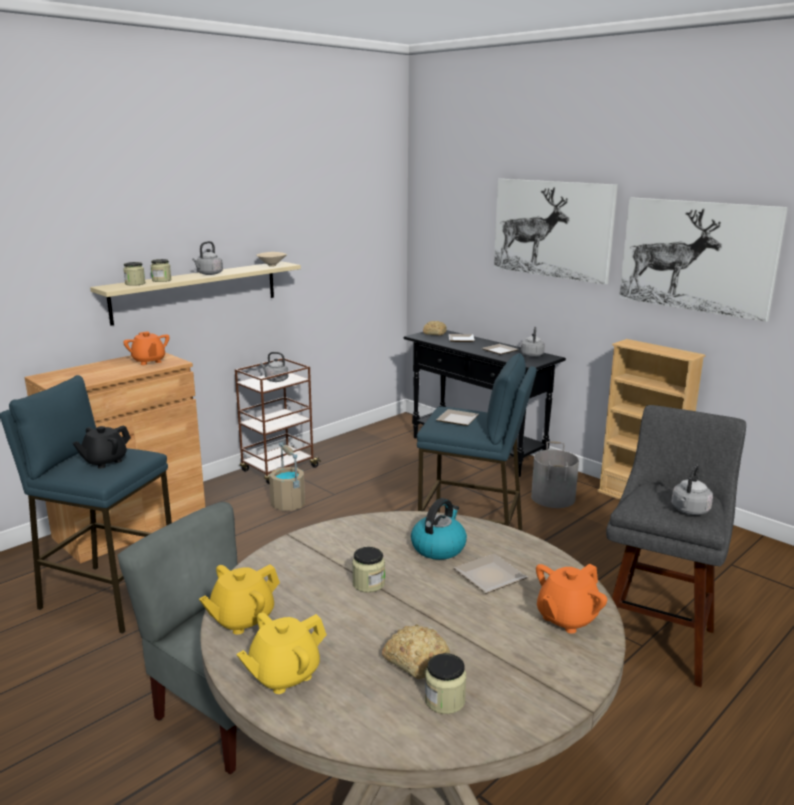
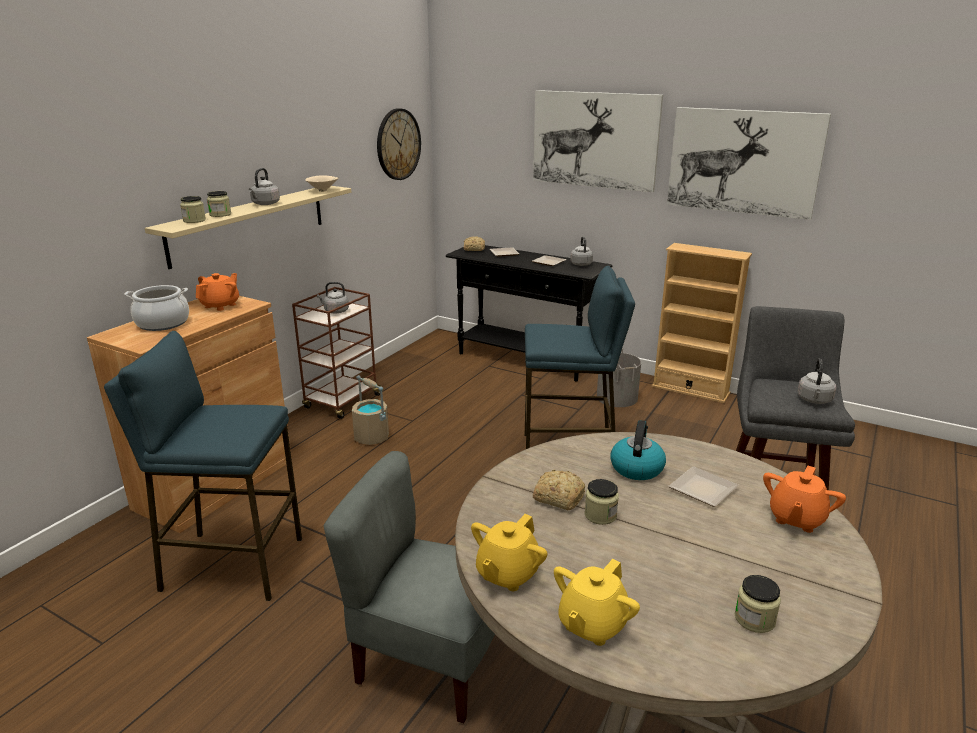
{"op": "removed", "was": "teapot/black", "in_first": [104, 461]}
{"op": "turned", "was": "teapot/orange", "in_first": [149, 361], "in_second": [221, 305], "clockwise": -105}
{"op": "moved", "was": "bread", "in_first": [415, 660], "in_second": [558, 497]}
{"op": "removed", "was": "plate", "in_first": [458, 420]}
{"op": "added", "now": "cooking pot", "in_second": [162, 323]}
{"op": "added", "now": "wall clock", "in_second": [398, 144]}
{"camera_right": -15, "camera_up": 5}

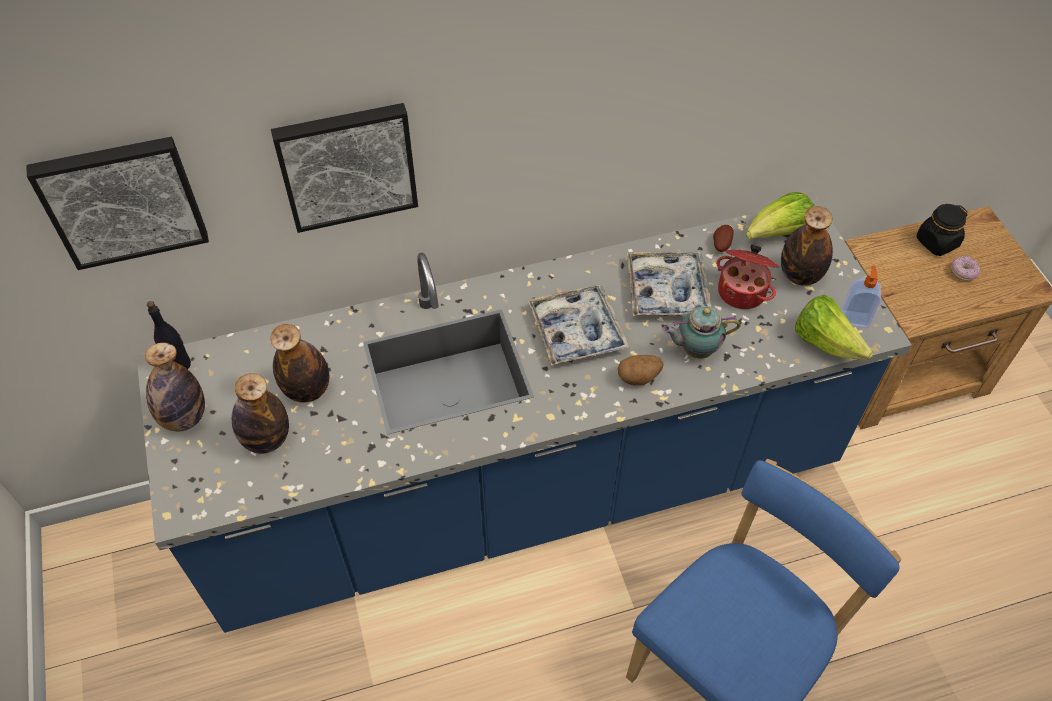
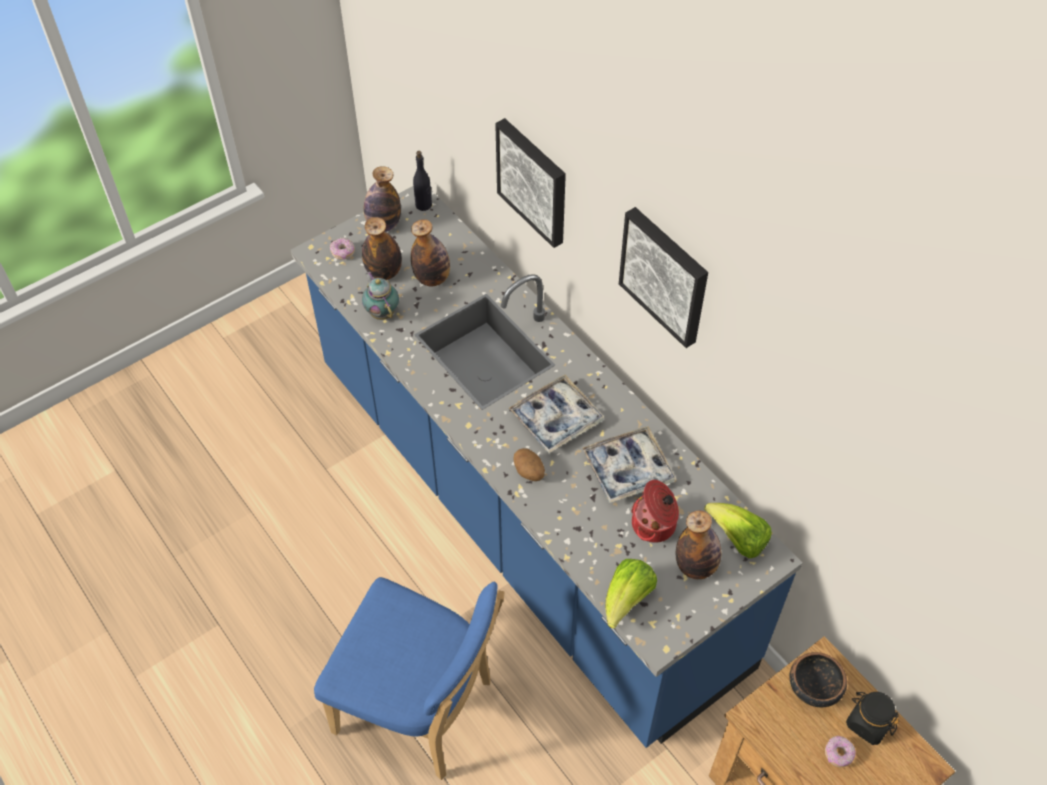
{"op": "moved", "was": "picture", "in_first": [122, 200], "in_second": [666, 275]}
{"op": "moved", "was": "teapot", "in_first": [695, 349], "in_second": [382, 312]}
{"op": "removed", "was": "potato", "in_first": [721, 244]}
{"op": "removed", "was": "soap dispenser", "in_first": [854, 318]}
{"op": "added", "now": "donut", "in_second": [343, 252]}
{"op": "added", "now": "bowl", "in_second": [813, 688]}
{"camera_right": 70, "camera_up": 0}

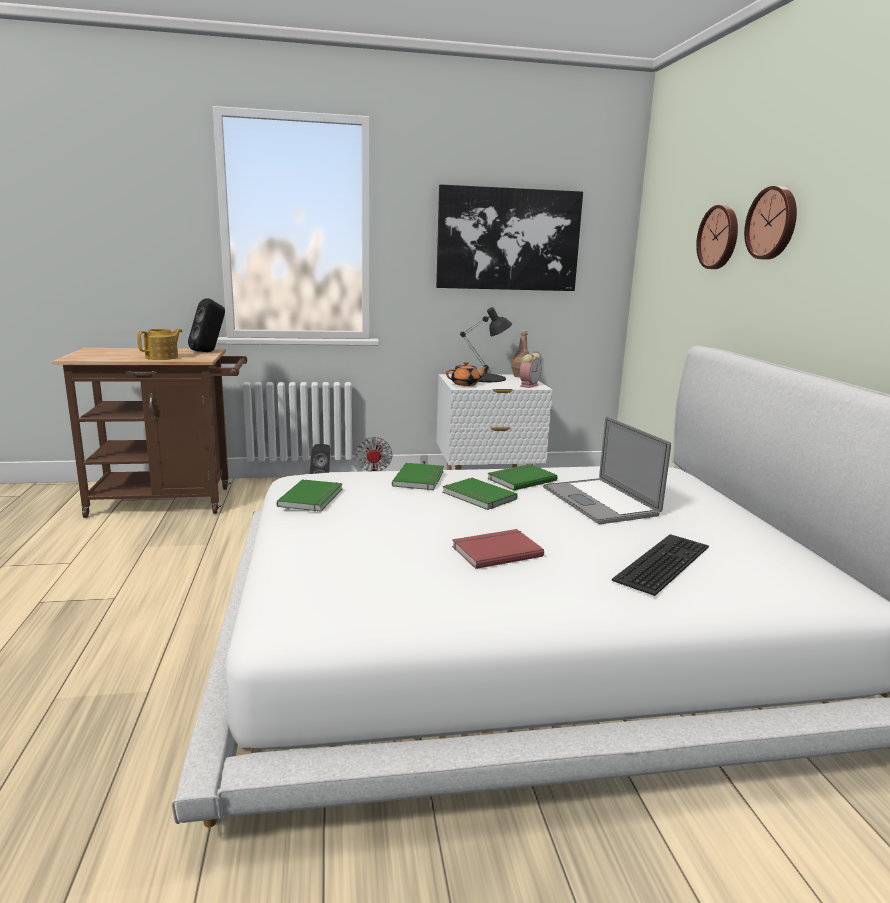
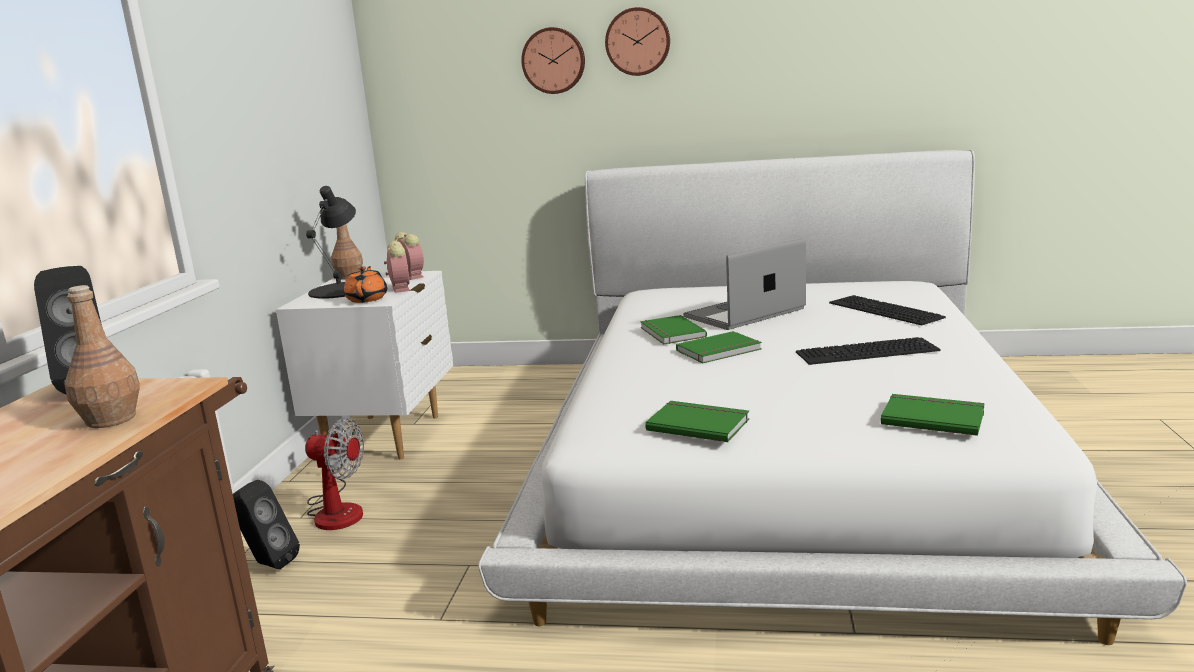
{"op": "replaced", "was": "teapot", "now": "bottle/brown", "in_first": [163, 357], "in_second": [112, 419]}
{"op": "moved", "was": "book/green", "in_first": [420, 479], "in_second": [932, 417]}
{"op": "removed", "was": "picture", "in_first": [508, 239]}
{"op": "replaced", "was": "book/red", "now": "keyboard", "in_first": [495, 551], "in_second": [866, 352]}
{"op": "turned", "was": "laptop", "in_first": [599, 501], "in_second": [744, 313], "clockwise": 150}
{"op": "added", "now": "alarm clock", "in_second": [400, 288]}
{"camera_right": -70, "camera_up": 0}

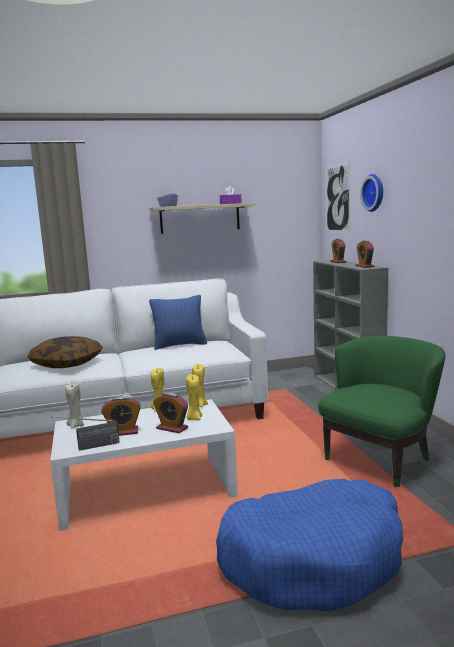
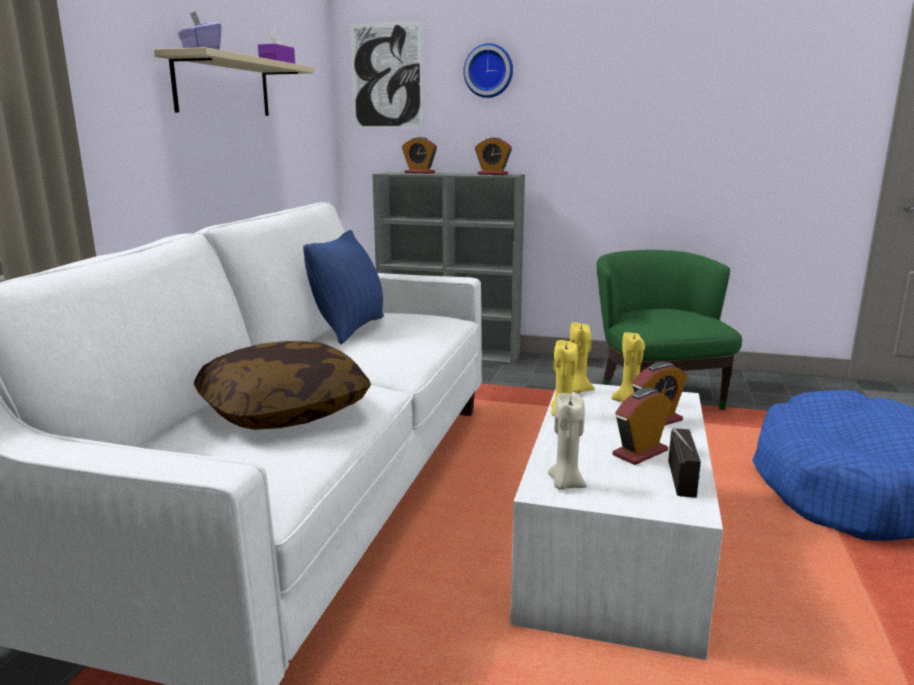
{"op": "turned", "was": "alarm clock", "in_first": [123, 432], "in_second": [640, 453], "clockwise": -150}
{"camera_right": -60, "camera_up": 5}

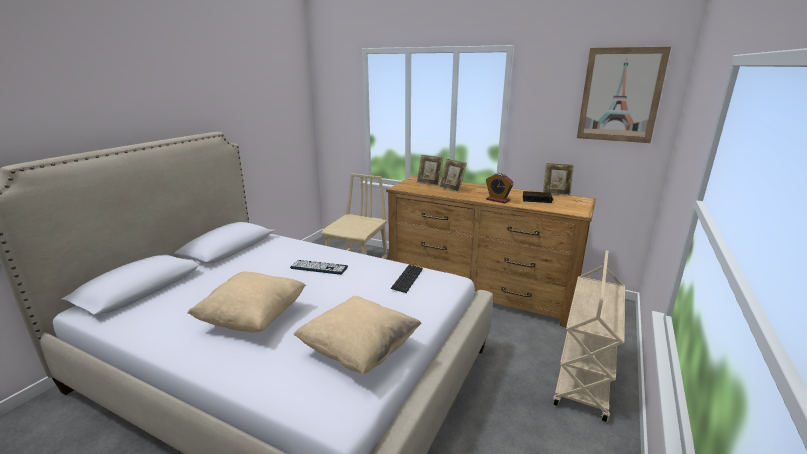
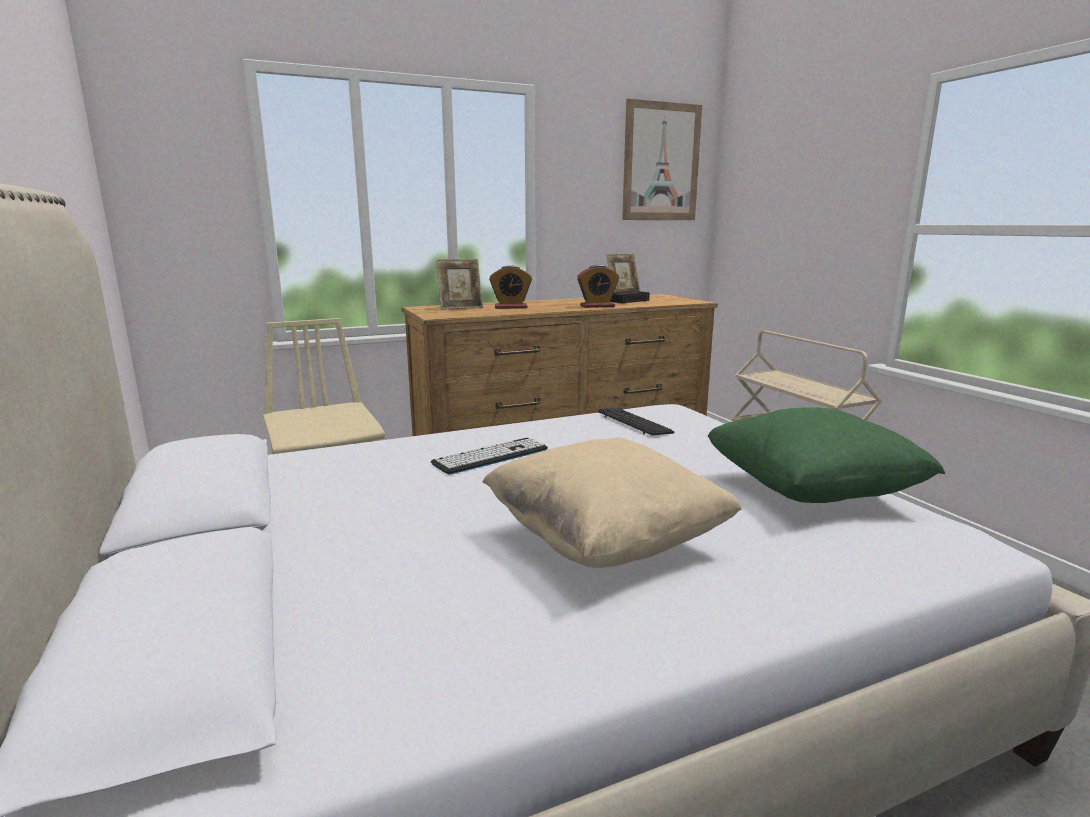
{"op": "recoloured", "was": "pillow/beige", "now": "pillow/green", "in_first": [359, 351], "in_second": [810, 493]}
{"op": "replaced", "was": "picture frame", "now": "alarm clock", "in_first": [452, 189], "in_second": [511, 307]}
{"camera_right": -50, "camera_up": -5}

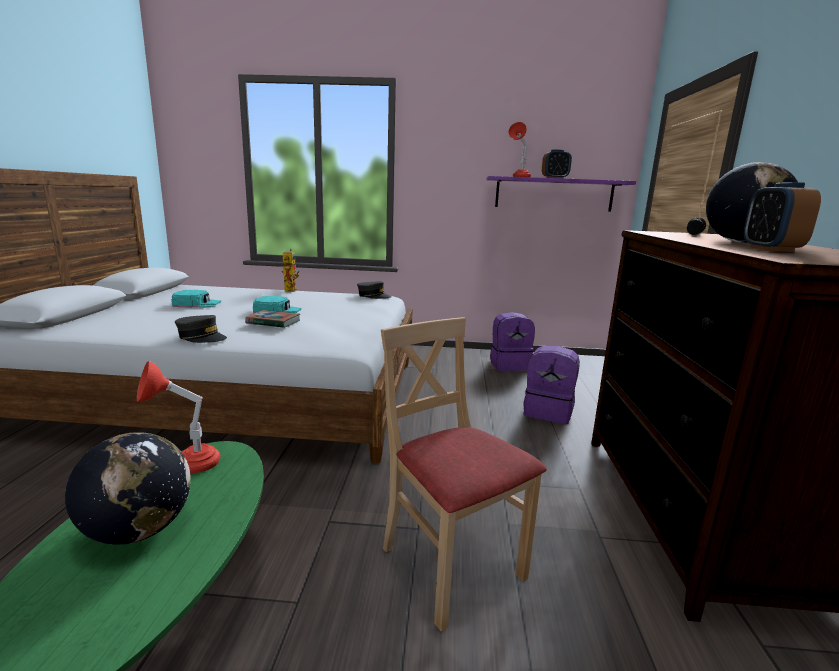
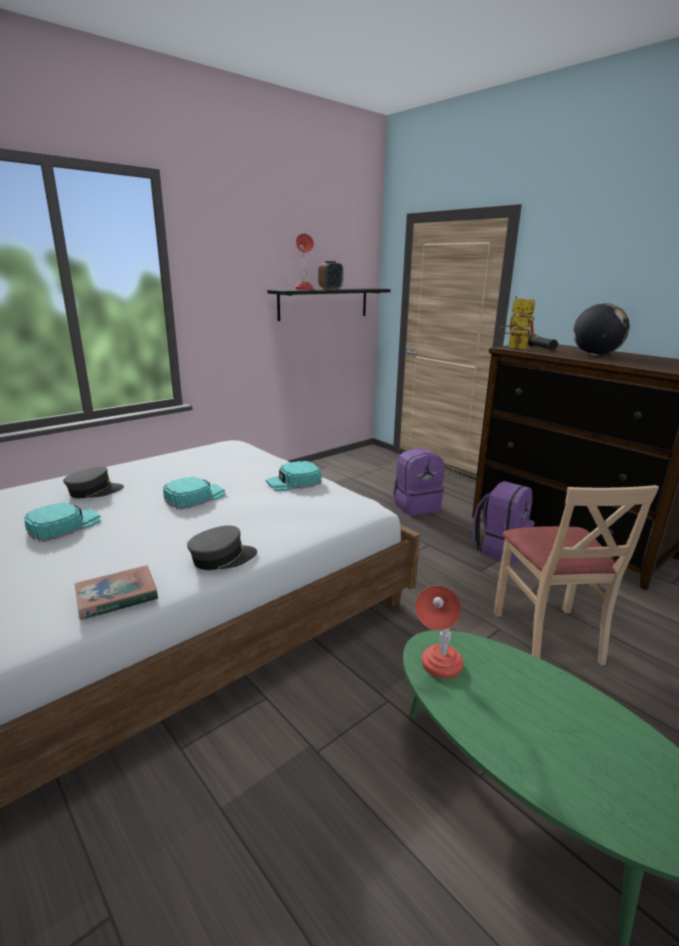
{"op": "removed", "was": "globe", "in_first": [139, 530]}
{"op": "moved", "was": "book", "in_first": [273, 322], "in_second": [117, 597]}
{"op": "moved", "was": "toy robot", "in_first": [290, 289], "in_second": [513, 347]}
{"op": "moved", "was": "cap/grey", "in_first": [373, 296], "in_second": [94, 491]}
{"op": "turned", "was": "chair/beige", "in_first": [450, 564], "in_second": [548, 636], "clockwise": -105}
{"op": "recoloured", "was": "shelf/purple", "now": "shelf/black", "in_first": [554, 194], "in_second": [324, 303]}
{"op": "moved", "was": "backpack/purple", "in_first": [509, 365], "in_second": [500, 548]}
{"op": "removed", "was": "alarm clock", "in_first": [770, 249]}
{"op": "added", "now": "cap/turquoise", "in_second": [293, 482]}
{"camera_right": -45, "camera_up": 5}

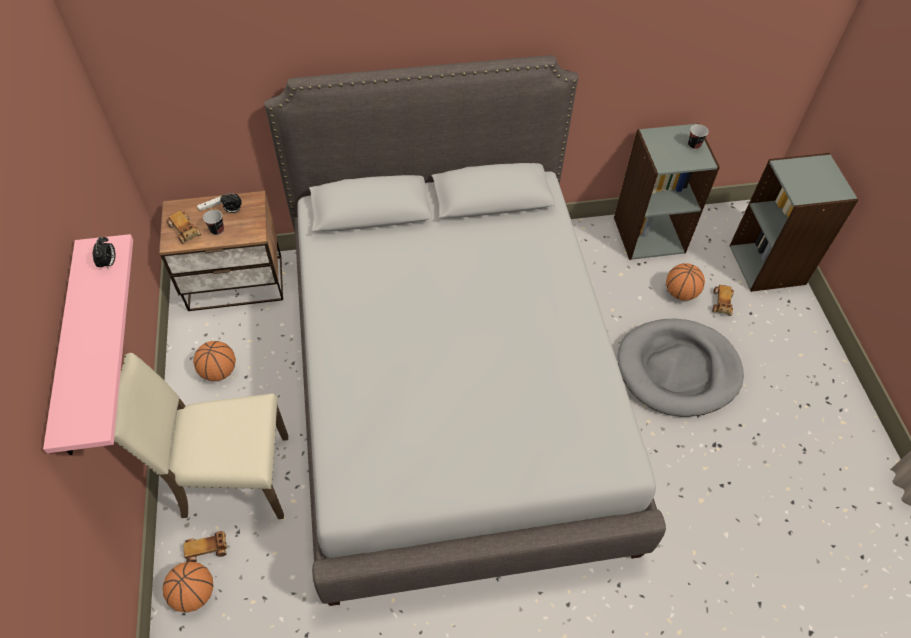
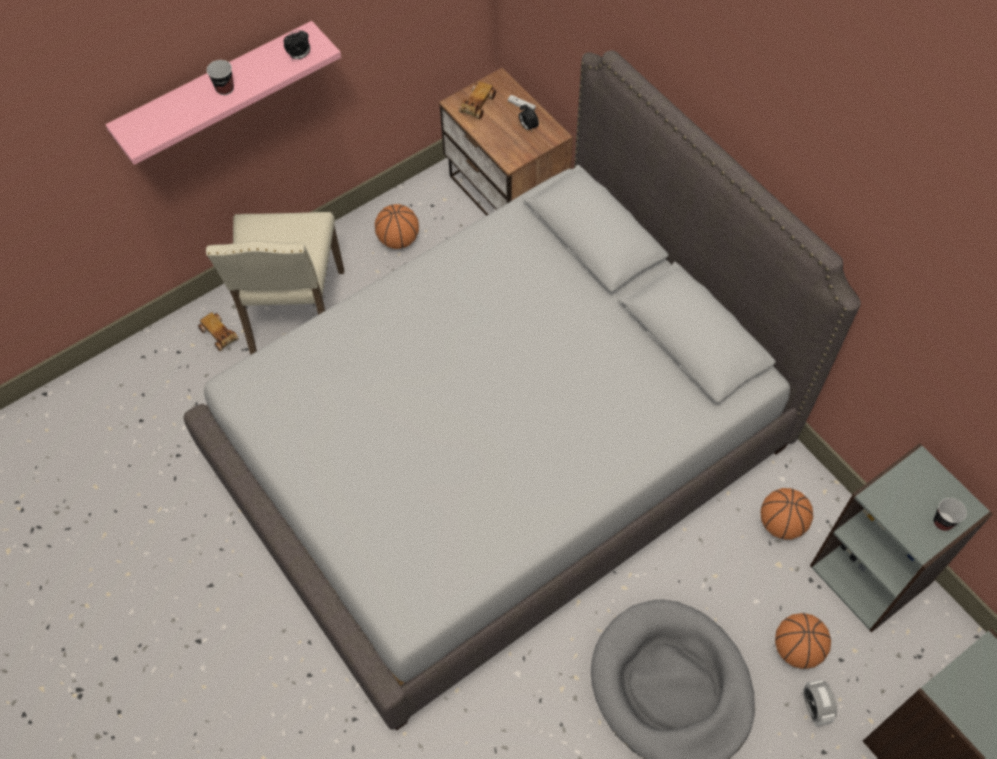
{"op": "turned", "was": "chair/beige", "in_first": [233, 479], "in_second": [294, 315], "clockwise": -150}
{"op": "moved", "was": "basketball", "in_first": [194, 593], "in_second": [781, 523]}
{"op": "moved", "was": "cup", "in_first": [217, 230], "in_second": [225, 89]}
{"op": "replaced", "was": "toy car", "now": "alarm clock", "in_first": [721, 304], "in_second": [814, 708]}
{"camera_right": 65, "camera_up": 5}

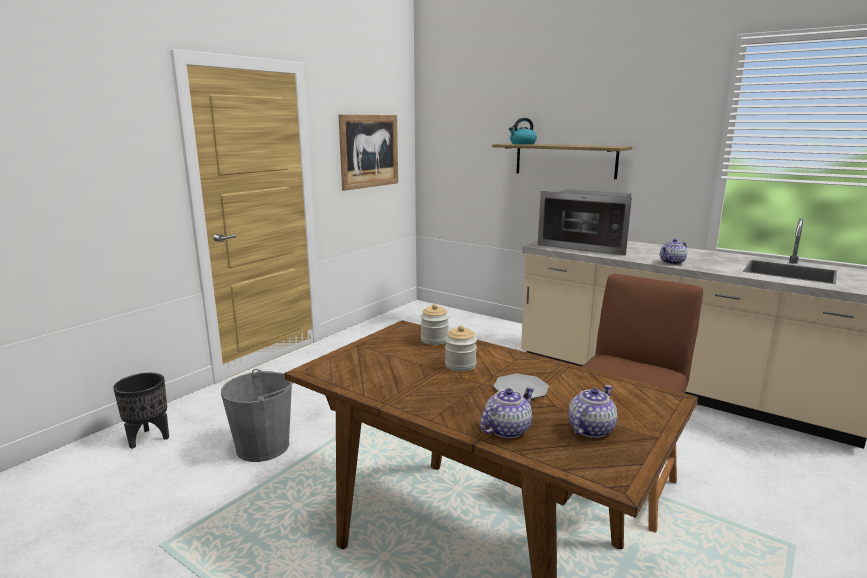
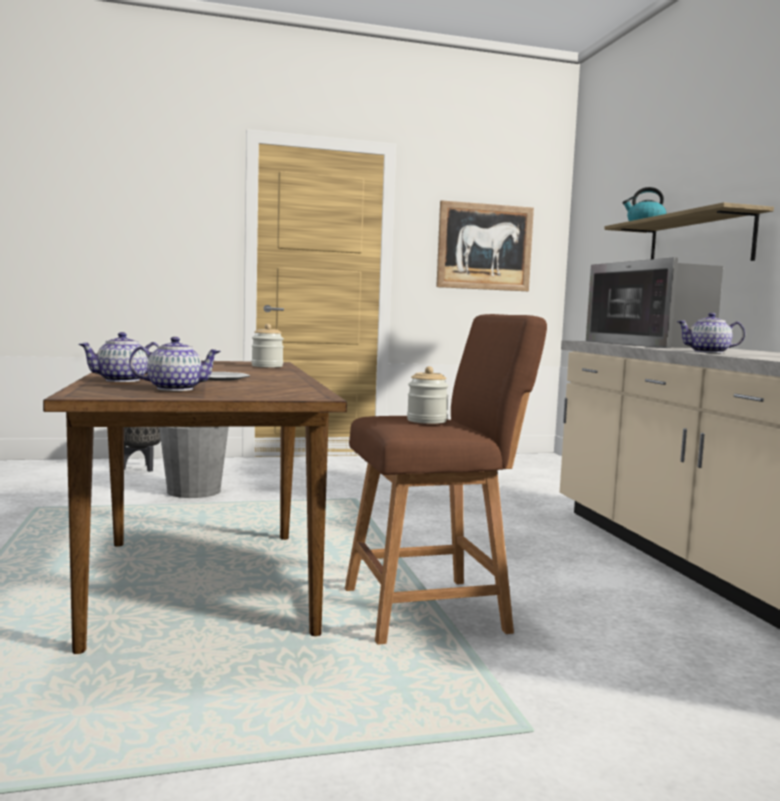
{"op": "moved", "was": "jar", "in_first": [460, 365], "in_second": [426, 421]}
{"op": "turned", "was": "teapot", "in_first": [506, 430], "in_second": [123, 380], "clockwise": 150}
{"camera_right": 40, "camera_up": -10}

